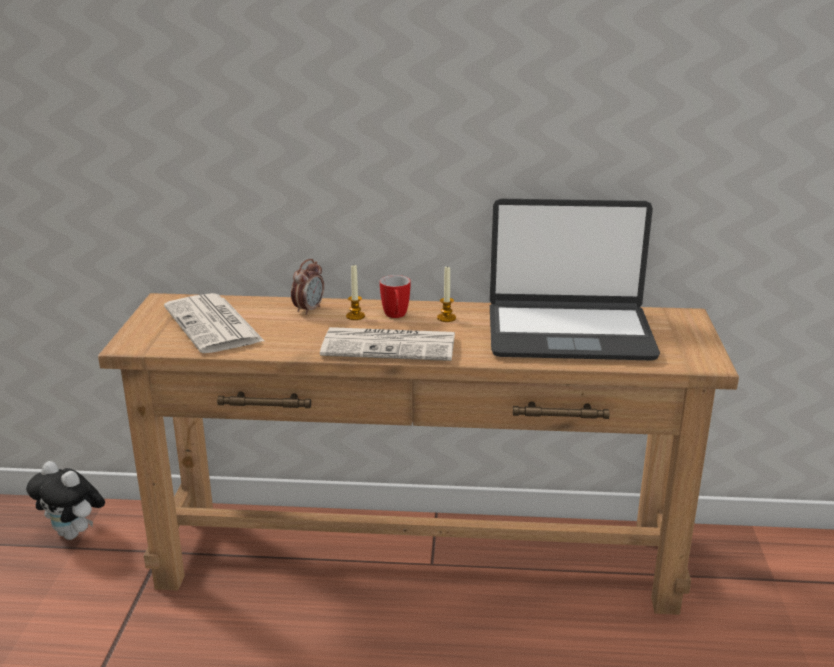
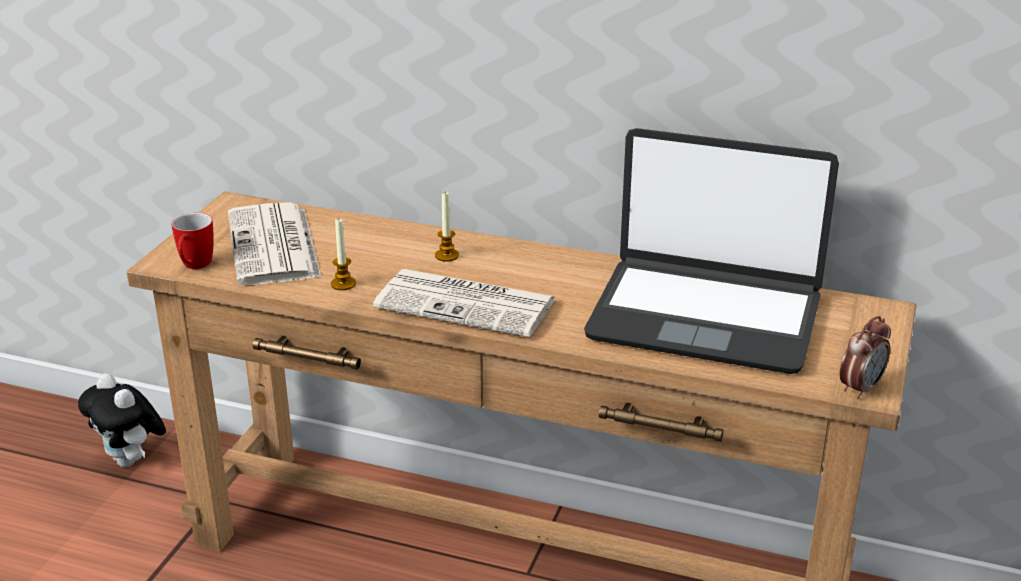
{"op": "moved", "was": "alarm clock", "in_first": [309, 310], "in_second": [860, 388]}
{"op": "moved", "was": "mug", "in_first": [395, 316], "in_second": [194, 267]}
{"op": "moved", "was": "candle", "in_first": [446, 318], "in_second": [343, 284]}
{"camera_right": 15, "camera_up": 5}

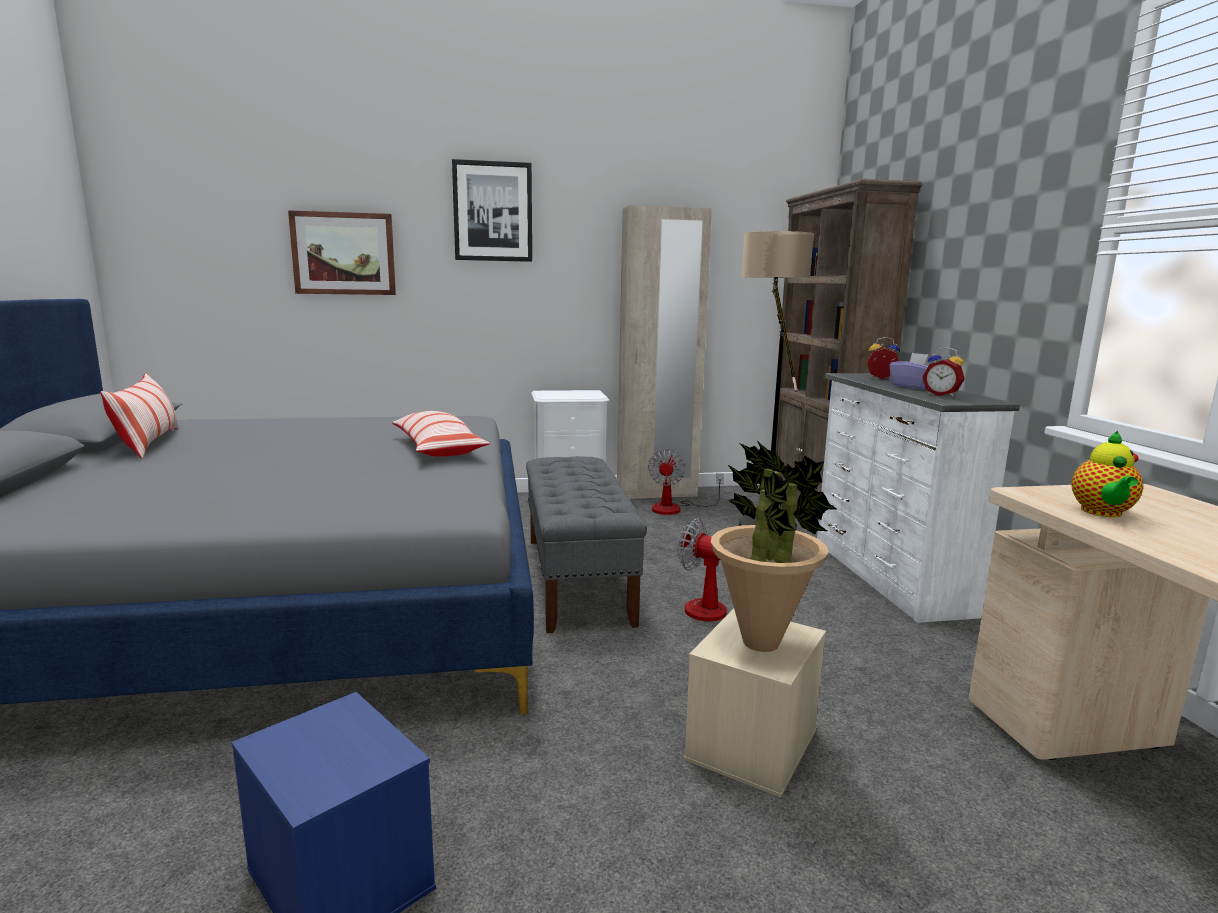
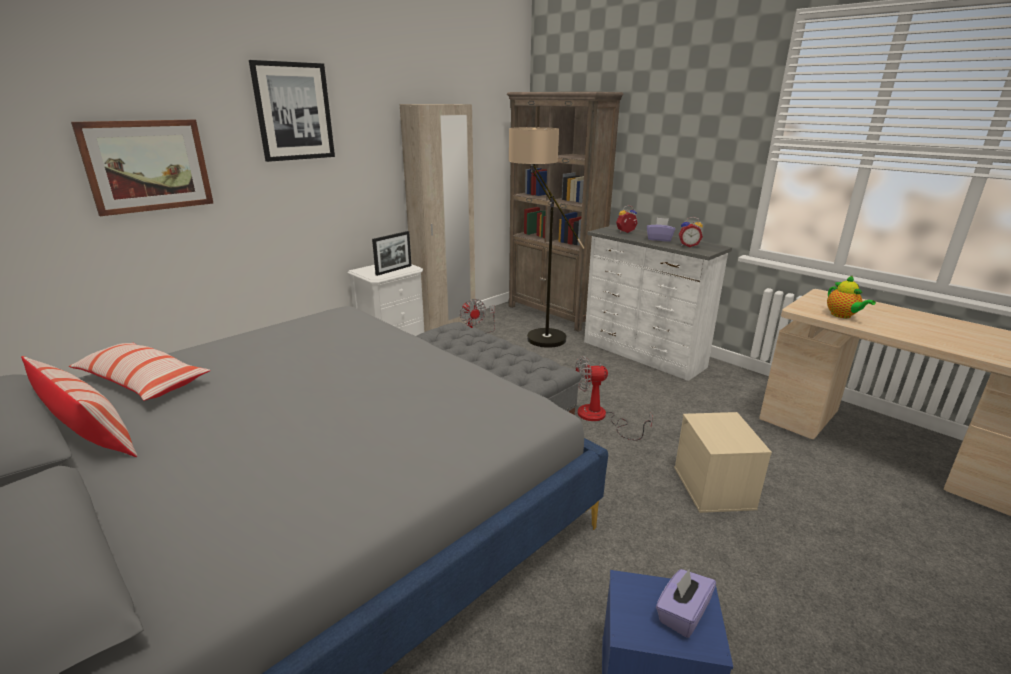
{"op": "moved", "was": "pillow", "in_first": [437, 448], "in_second": [142, 382]}
{"op": "removed", "was": "potted plant", "in_first": [762, 643]}
{"op": "added", "now": "picture frame", "in_second": [394, 270]}
{"op": "added", "now": "tissue box/purple", "in_second": [682, 613]}
{"camera_right": -35, "camera_up": 10}

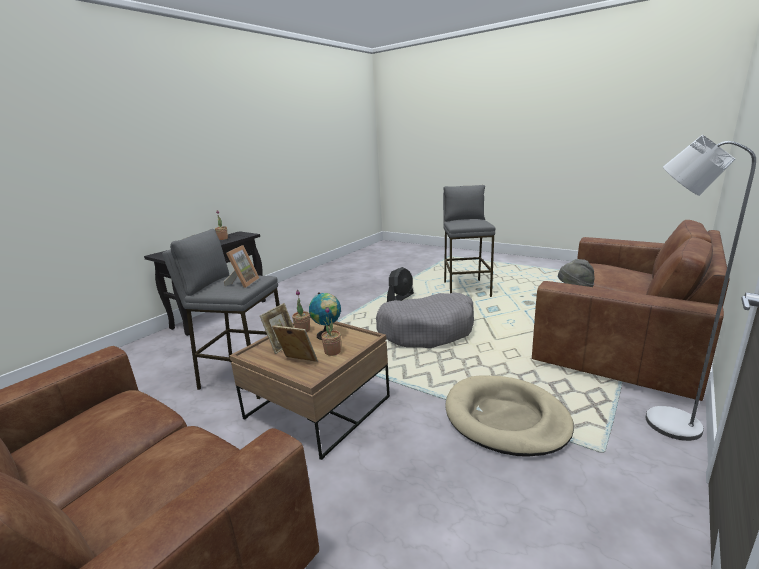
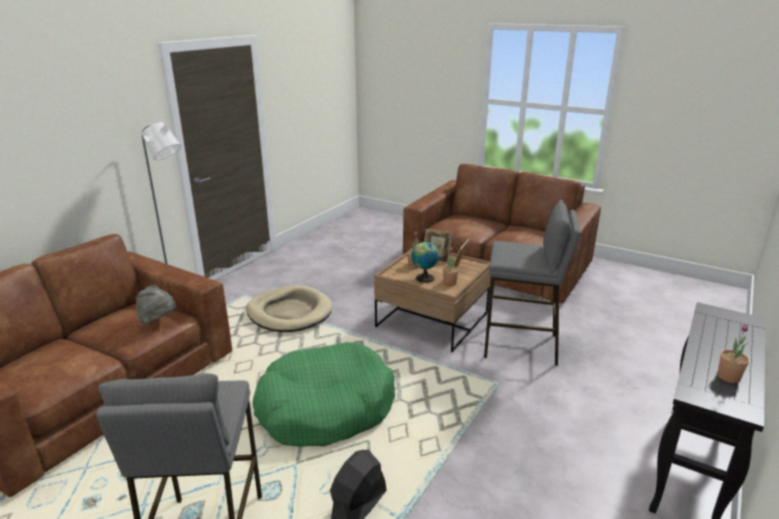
{"op": "removed", "was": "picture frame", "in_first": [243, 283]}
{"op": "recoloured", "was": "dog bed/grey", "now": "dog bed/green", "in_first": [427, 330], "in_second": [325, 408]}
{"camera_right": 175, "camera_up": 5}

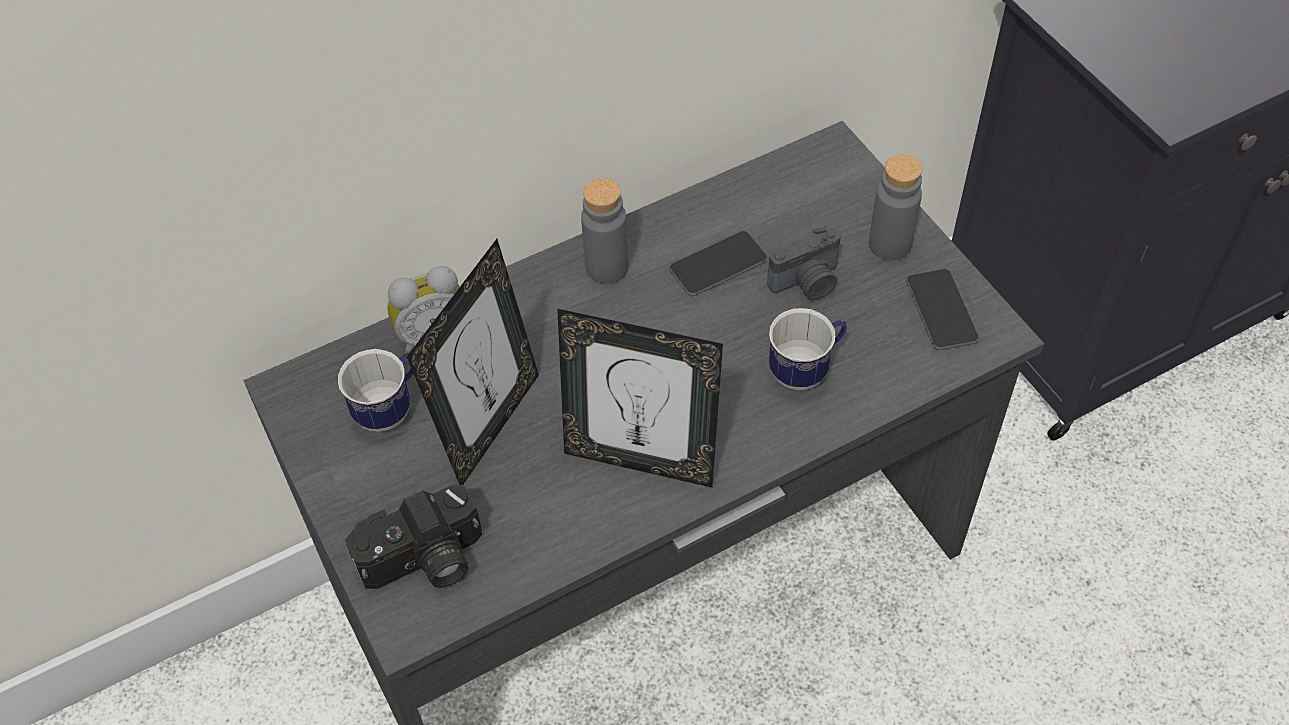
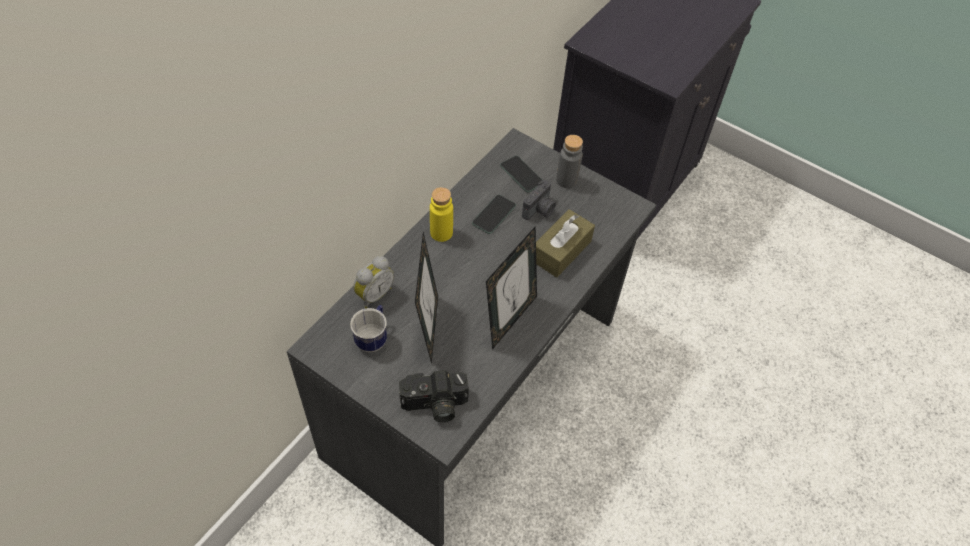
{"op": "turned", "was": "photo camera", "in_first": [424, 562], "in_second": [434, 405], "clockwise": 45}
{"op": "turned", "was": "picture frame", "in_first": [641, 459], "in_second": [509, 319], "clockwise": -45}
{"op": "recoloured", "was": "bottle/grey", "now": "bottle/yellow", "in_first": [607, 267], "in_second": [441, 233]}
{"op": "replaced", "was": "mug", "now": "tissue box/brown", "in_first": [806, 369], "in_second": [561, 251]}
{"op": "moved", "was": "phone", "in_first": [941, 310], "in_second": [521, 174]}
{"camera_right": -30, "camera_up": 0}

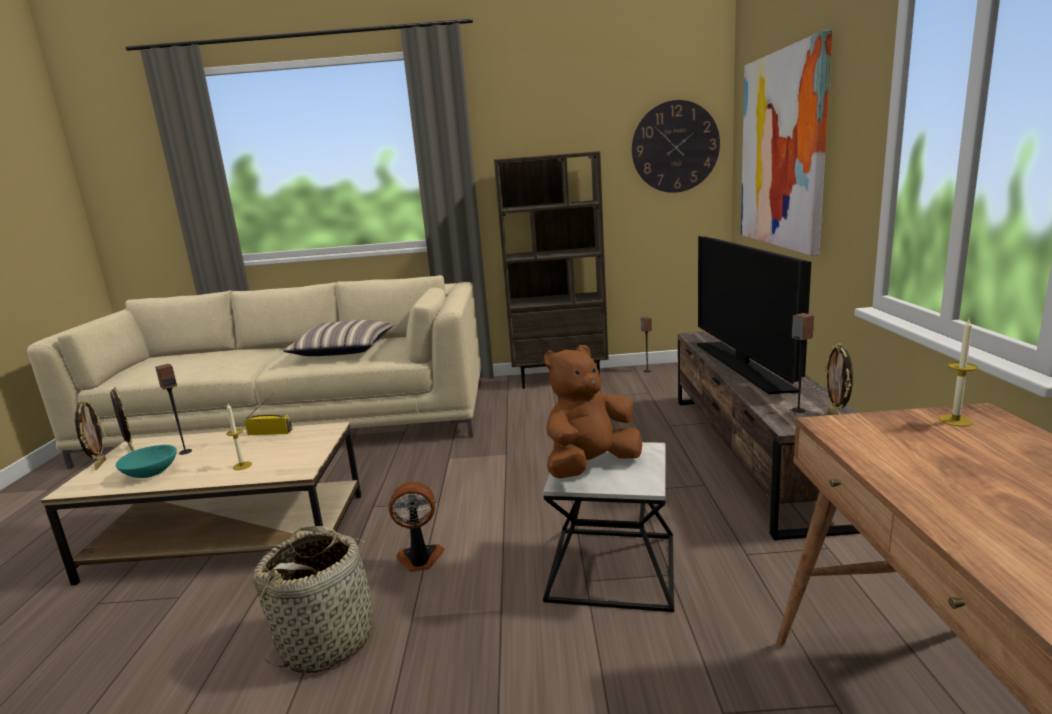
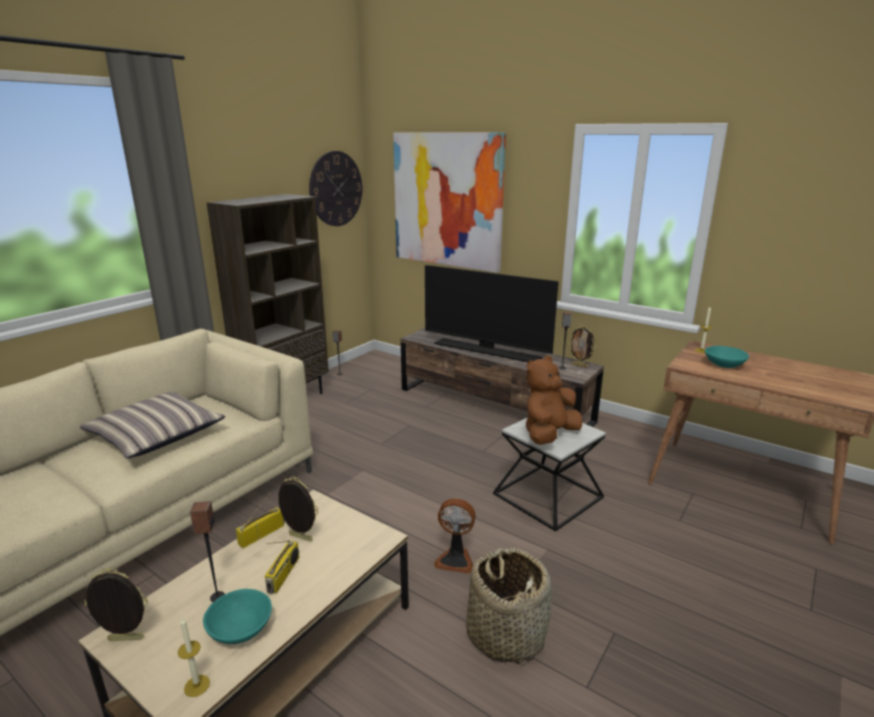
{"op": "moved", "was": "picture frame", "in_first": [99, 464], "in_second": [300, 538]}
{"op": "moved", "was": "candle", "in_first": [242, 466], "in_second": [197, 685]}
{"op": "turned", "was": "fan", "in_first": [420, 559], "in_second": [455, 559], "clockwise": -105}
{"op": "turned", "was": "plush toy/brown", "in_first": [590, 466], "in_second": [549, 435], "clockwise": 45}
{"op": "added", "now": "radio", "in_second": [284, 575]}
{"op": "added", "now": "bowl/turquoise", "in_second": [724, 365]}
{"camera_right": -55, "camera_up": 5}

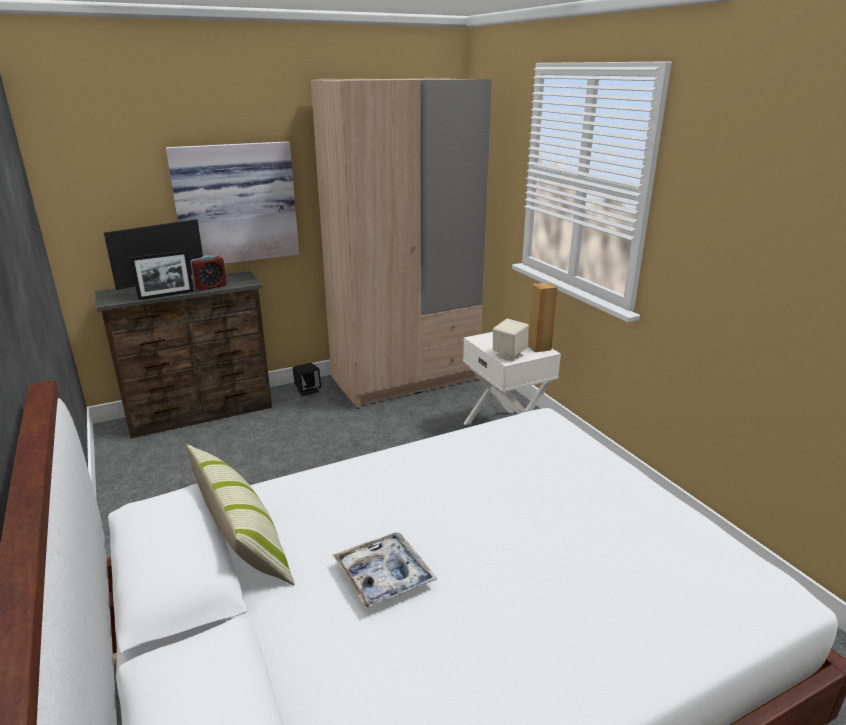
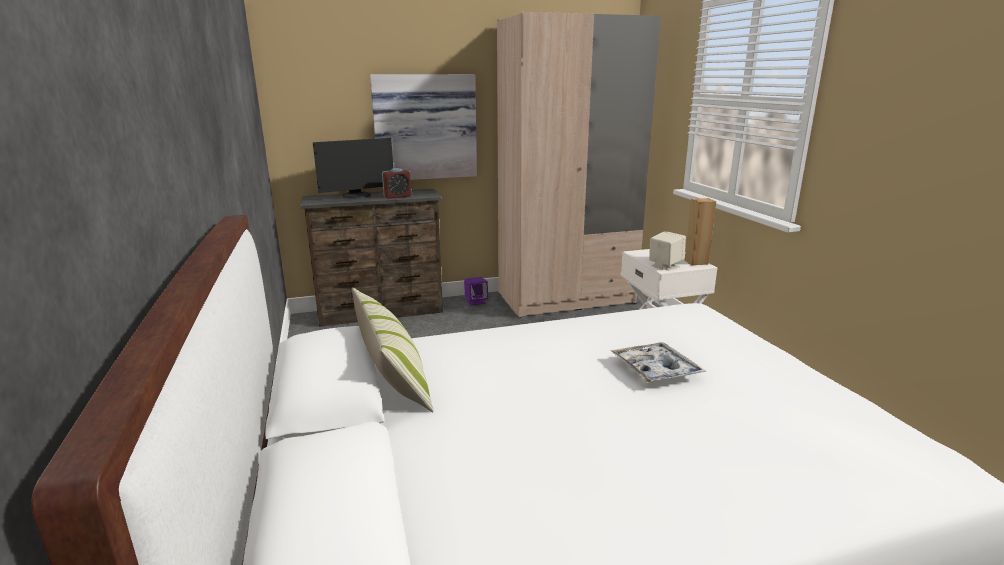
{"op": "removed", "was": "picture frame", "in_first": [166, 295]}
{"op": "recoloured", "was": "speaker/black", "now": "speaker/purple", "in_first": [307, 390], "in_second": [476, 301]}
{"op": "moved", "was": "tray", "in_first": [384, 576], "in_second": [655, 370]}
{"camera_right": 10, "camera_up": -5}

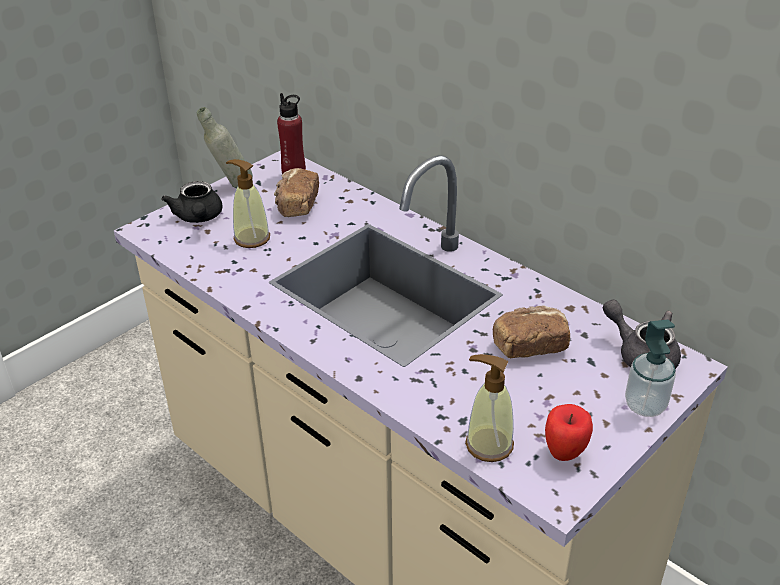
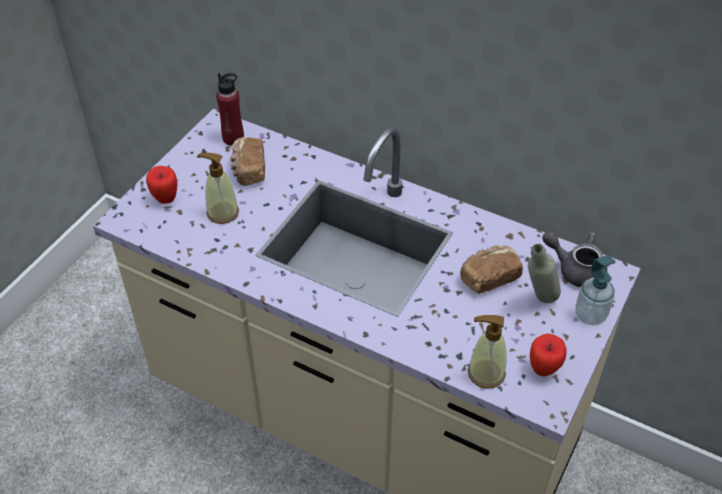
{"op": "replaced", "was": "teapot/black", "now": "apple", "in_first": [198, 218], "in_second": [165, 199]}
{"op": "moved", "was": "bottle/grey", "in_first": [231, 187], "in_second": [538, 302]}
{"camera_right": -15, "camera_up": 10}

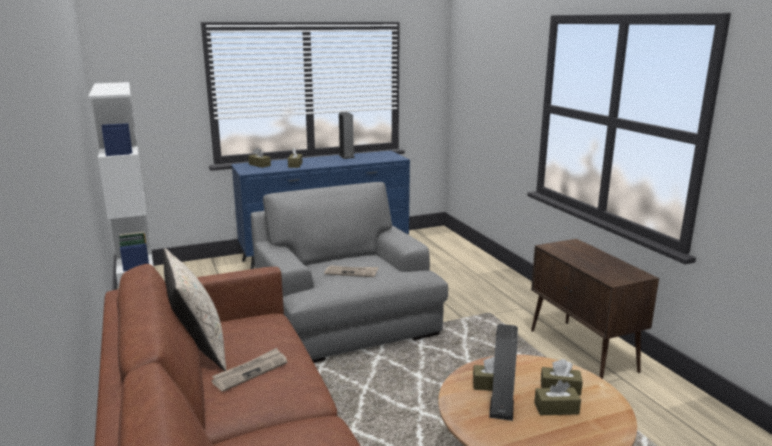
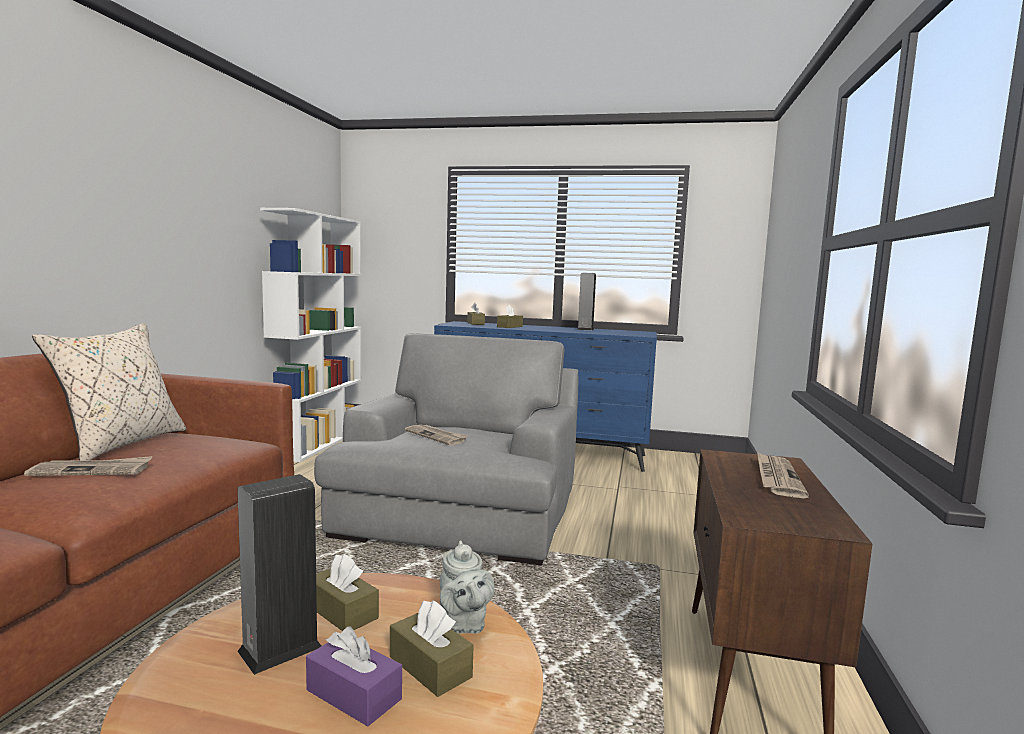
{"op": "recoloured", "was": "tissue box/brown", "now": "tissue box/purple", "in_first": [556, 408], "in_second": [353, 694]}
{"op": "added", "now": "teapot/grey", "in_second": [463, 624]}
{"op": "added", "now": "newspaper", "in_second": [777, 478]}
{"camera_right": 35, "camera_up": -10}

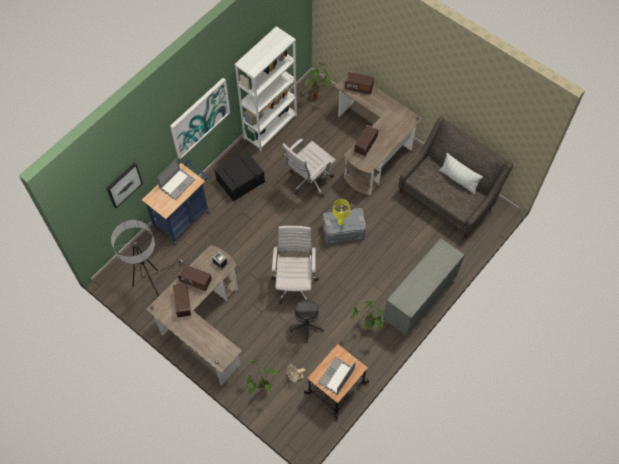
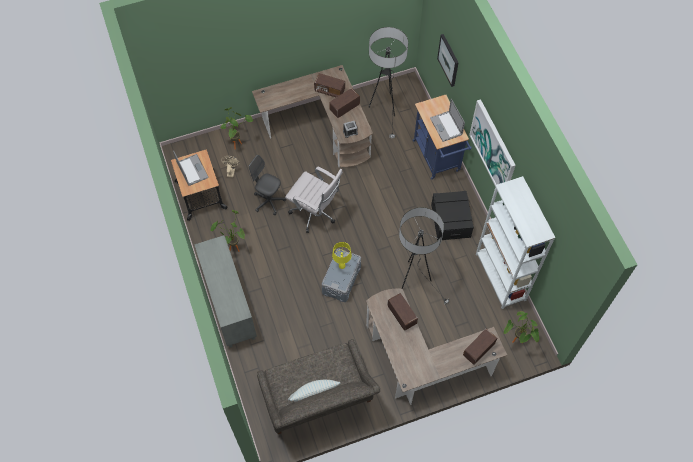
{"op": "replaced", "was": "office chair/white", "now": "floor lamp", "in_first": [309, 181], "in_second": [415, 279]}
{"camera_right": 120, "camera_up": 0}

